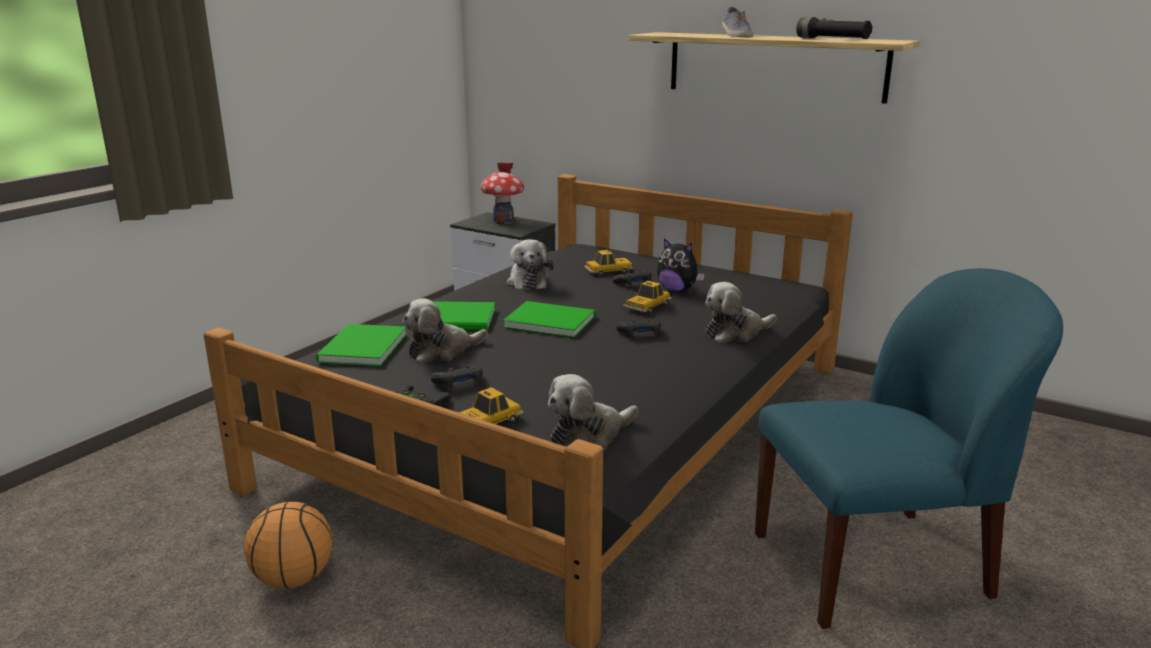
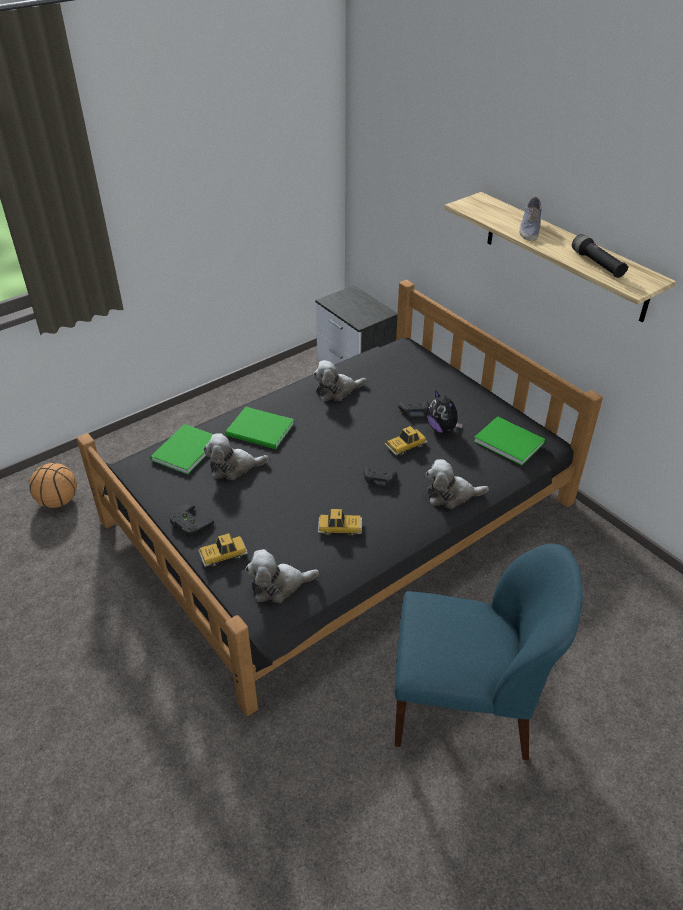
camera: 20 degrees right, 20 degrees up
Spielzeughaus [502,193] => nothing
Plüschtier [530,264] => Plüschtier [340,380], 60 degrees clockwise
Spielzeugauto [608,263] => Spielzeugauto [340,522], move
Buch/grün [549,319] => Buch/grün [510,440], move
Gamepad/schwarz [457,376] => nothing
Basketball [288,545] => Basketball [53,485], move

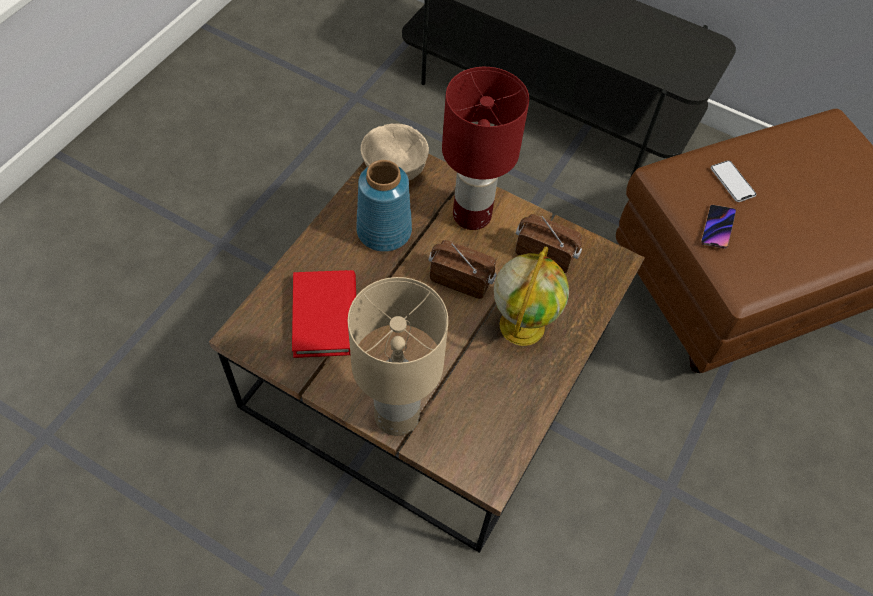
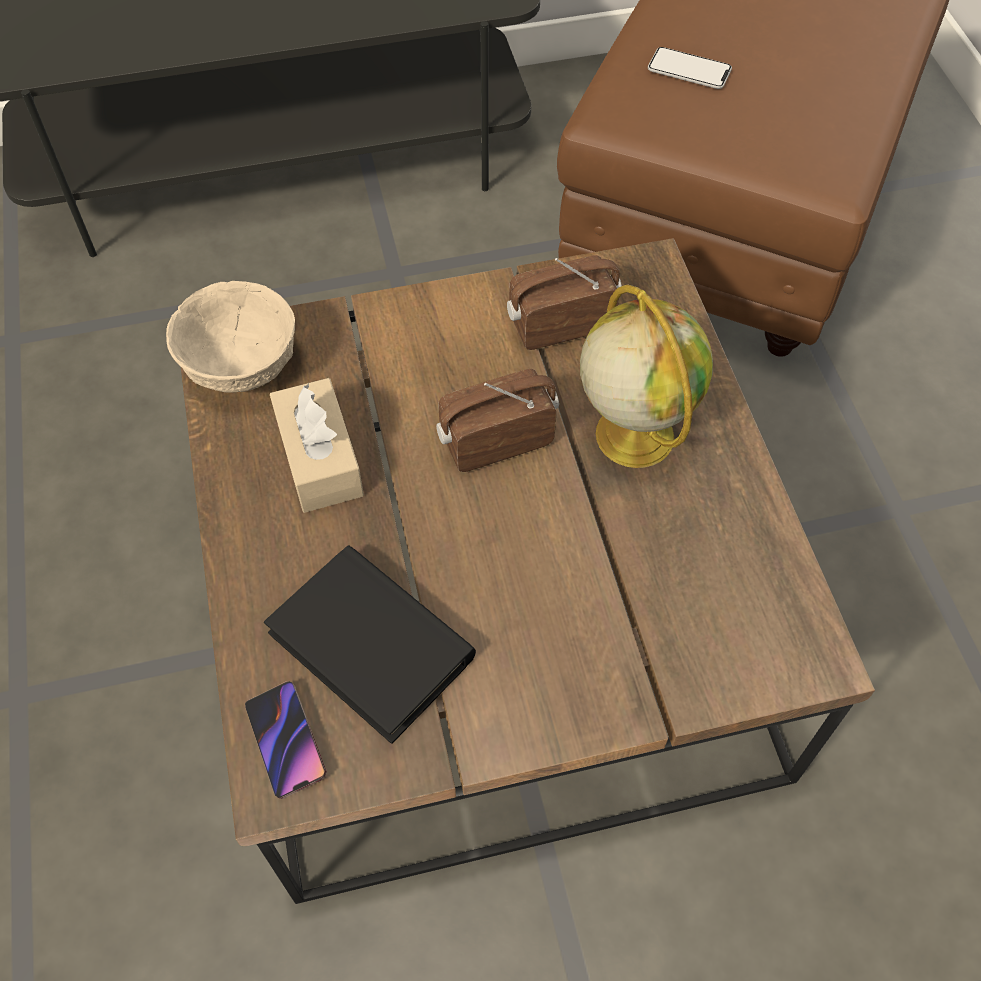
camera: 40 degrees left, 0 degrees up
Tischlampe/rot [485,148] => nothing
Vase/blau [384,206] => Taschentuchbox/beige [317,445]
Handy [718,227] => Handy [286,740], move
Buch/rot [324,314] => Buch/schwarz [370,644]
Tischlampe/beige [398,356] => nothing

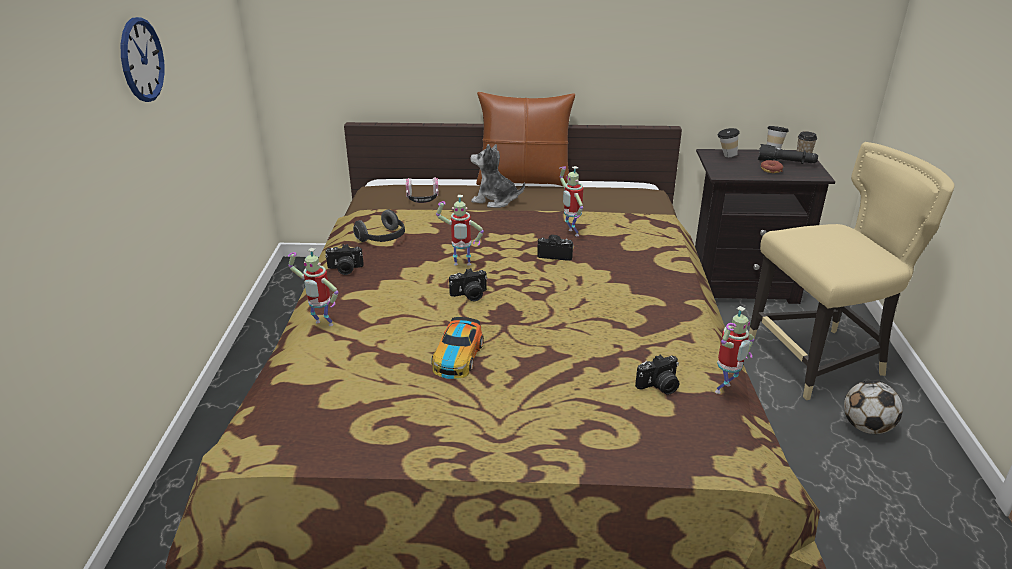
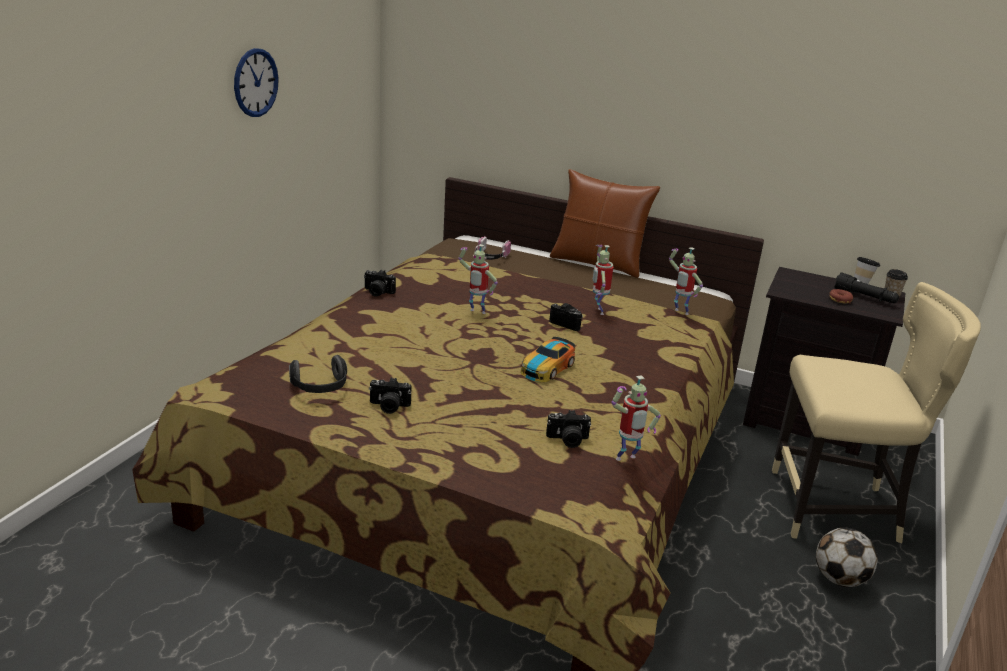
camera: 20 degrees right, 5 degrees down
Tasse [729,142] => nothing
Plüschtier [497,176] => nothing
Kopfhörer [379,225] => Kopfhörer [318,374], move
Spielzeugroboter [313,287] => Spielzeugroboter [686,281], move
Kamera [468,284] => Kamera [390,396], move
Spielzeugauto [457,348] => Spielzeugauto [548,359], move

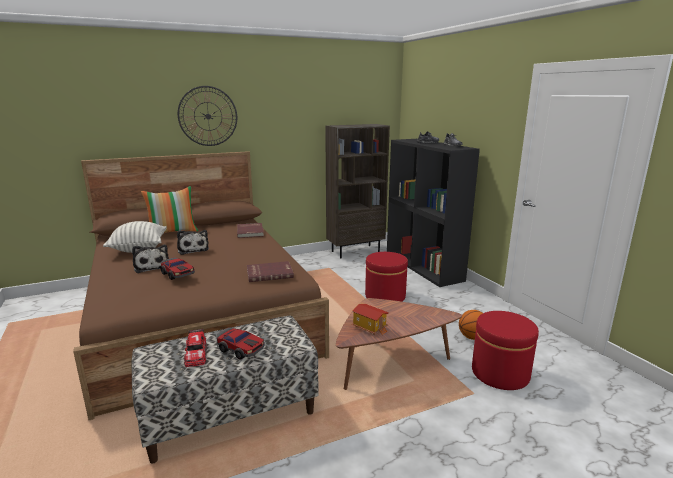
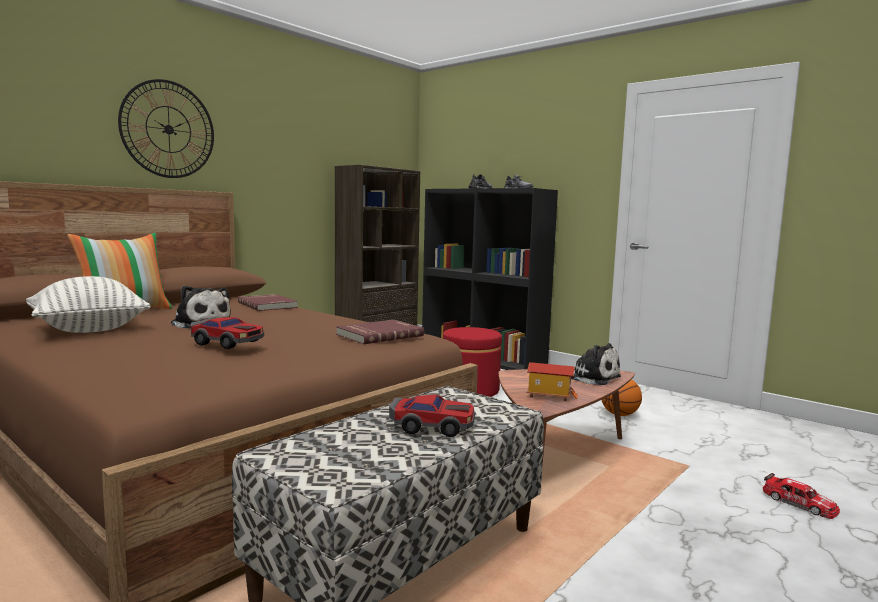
camera: 25 degrees left, 10 degrees down
Plüschtier [150,259] => Plüschtier [596,364], move
Polsterhocker/rot [505,350] => nothing
Spielzeugauto [195,348] => Spielzeugauto [801,496], move

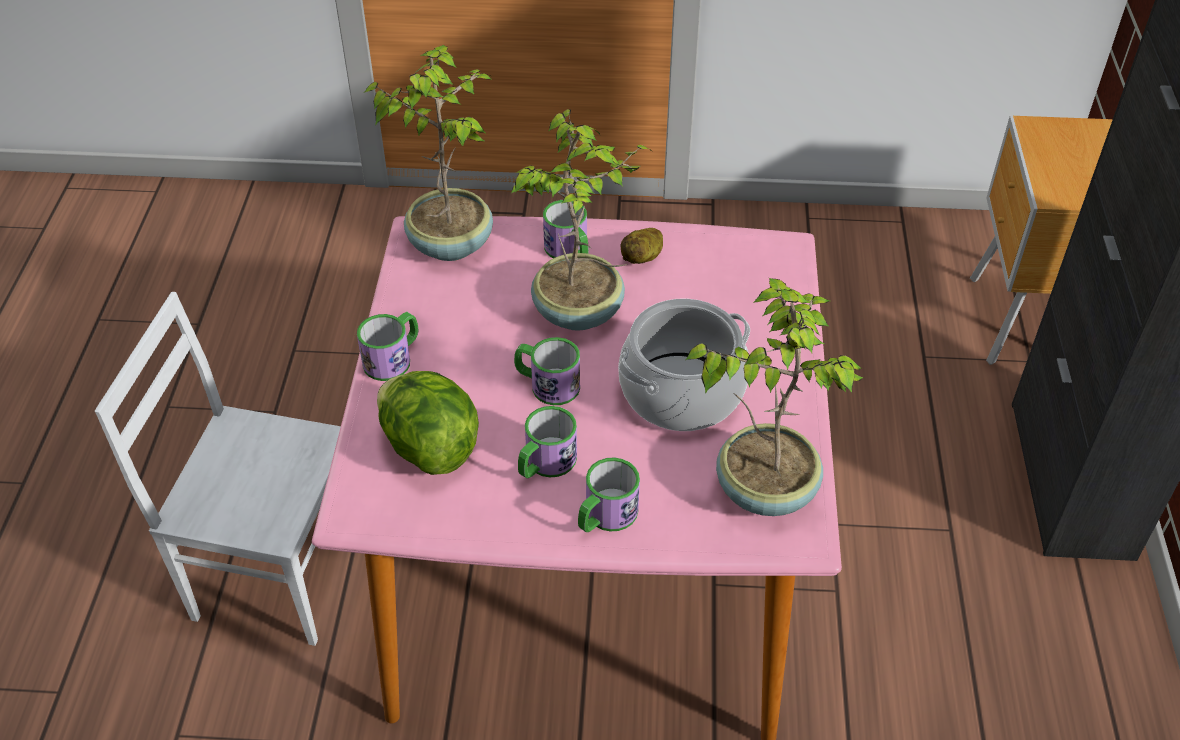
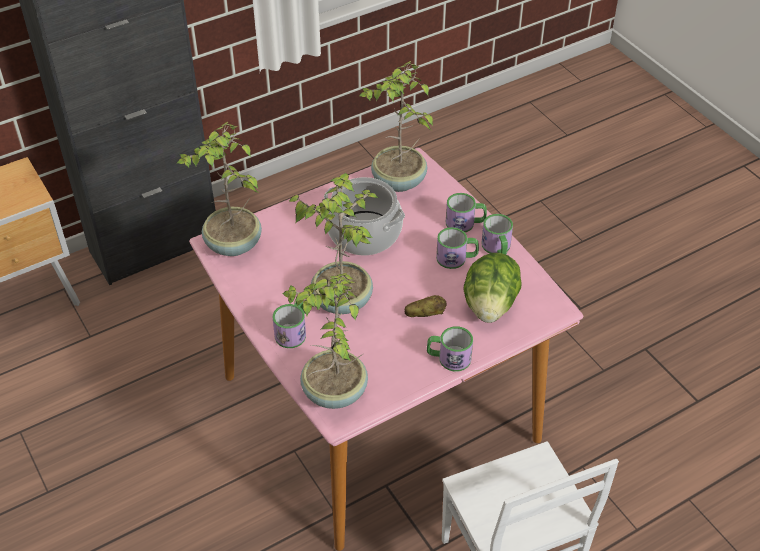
camera: 125 degrees left, 0 degrees up
Kartoffel [641,246] => Kartoffel [426,306], move
Henkelbecher [547,371] => Henkelbecher [497,234], move
nothing => Topfpflanze [219,189]

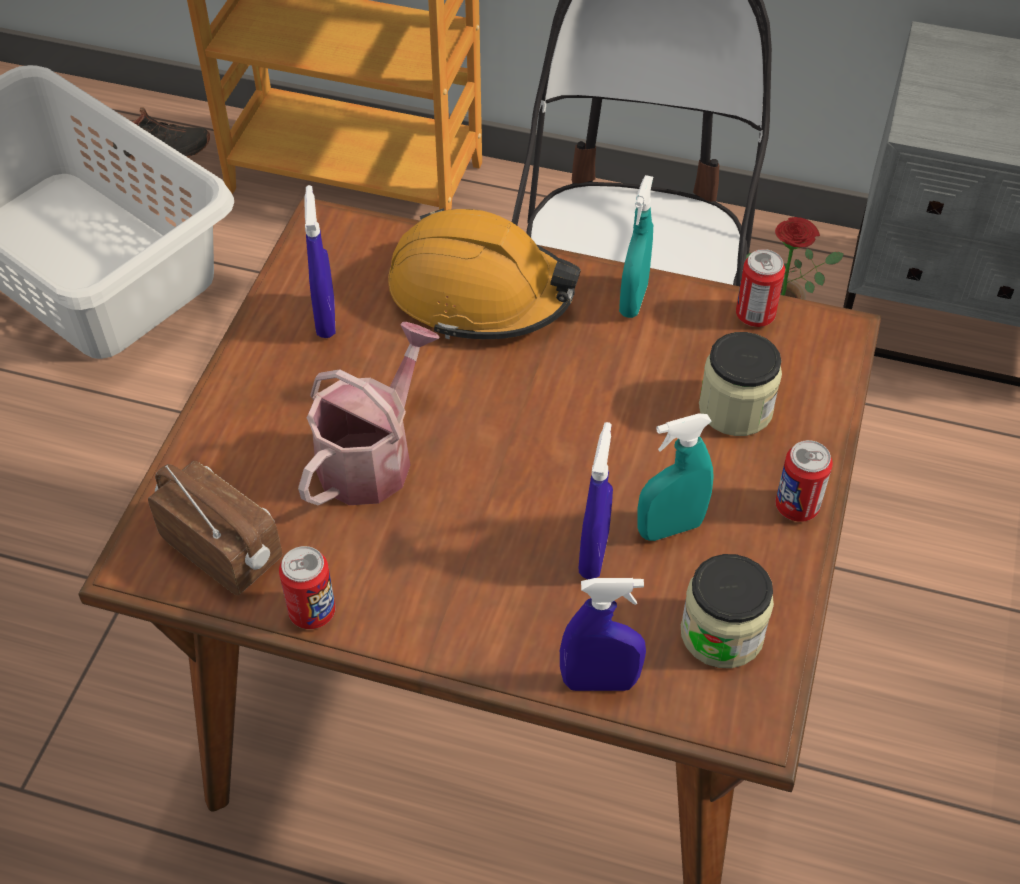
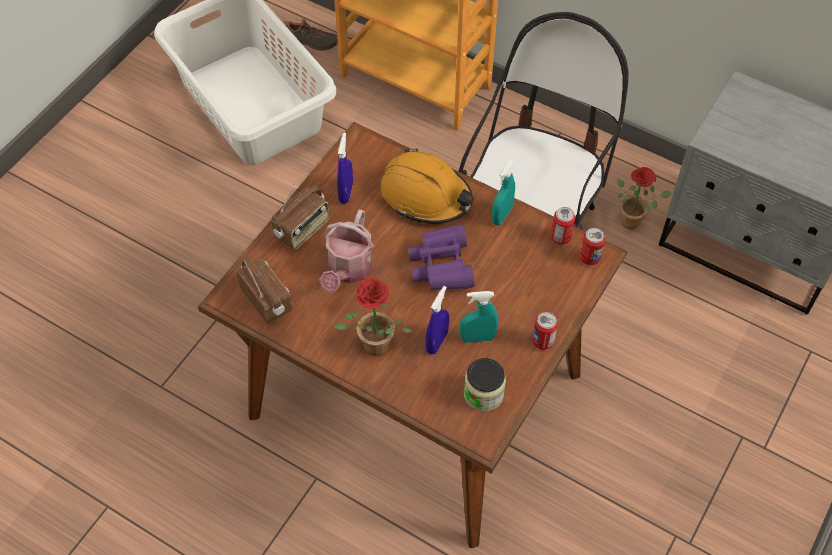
camera: 15 degrees right, 5 degrees up
Gießkanne [369,413] => Gießkanne [346,251], 150 degrees clockwise
Vorratsglas [740,384] => nothing
Dose [307,587] => Dose [592,246], move
Sprühflasche/blau [603,634] => nothing
nothing => Radio [300,214]
nothing => Fernglas/lila [441,257]
nothing => Topfpflanze [373,317]

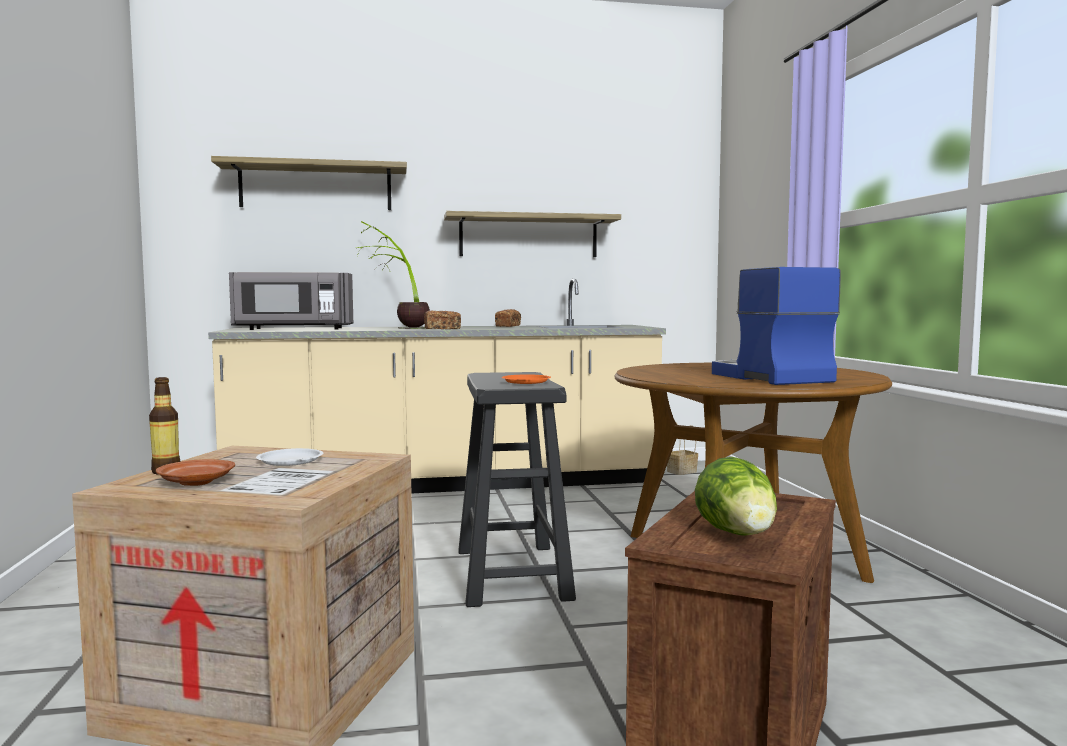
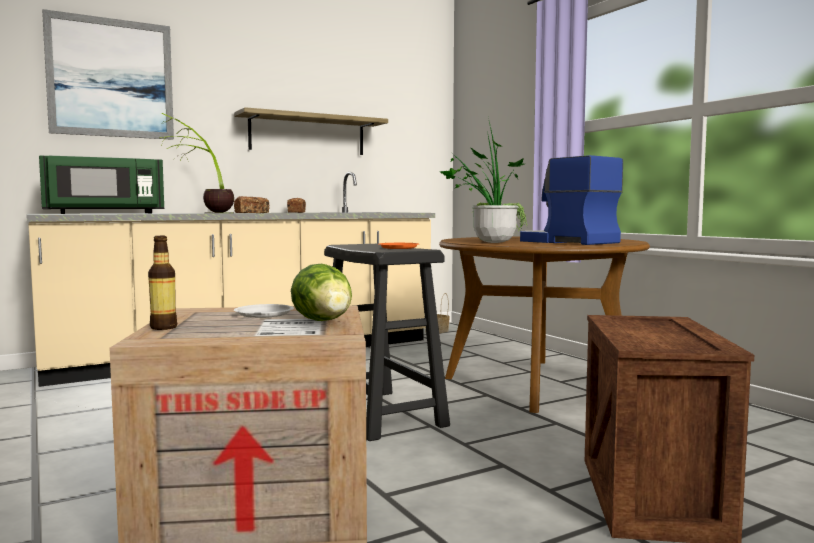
camera: 20 degrees left, 0 degrees up
Wandregal [309,183] => Bild [108,74]
Mikrowelle/grau [291,301] => Mikrowelle/grün [101,185]
Salatkopf [736,496] => Salatkopf [321,292], move
Teller/braun [195,472] => nothing
nothing => Topfpflanze [483,180]

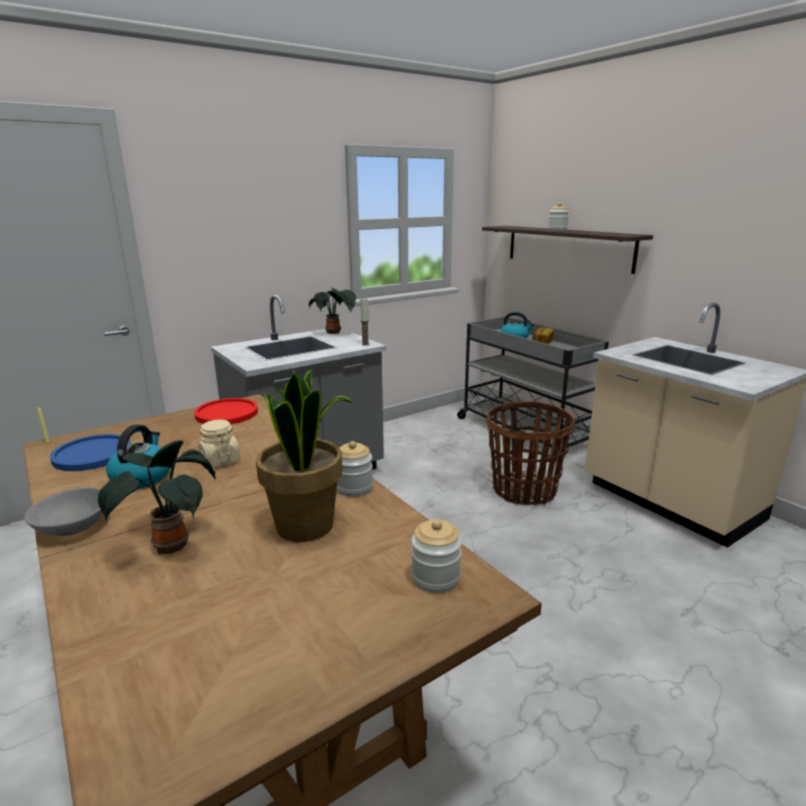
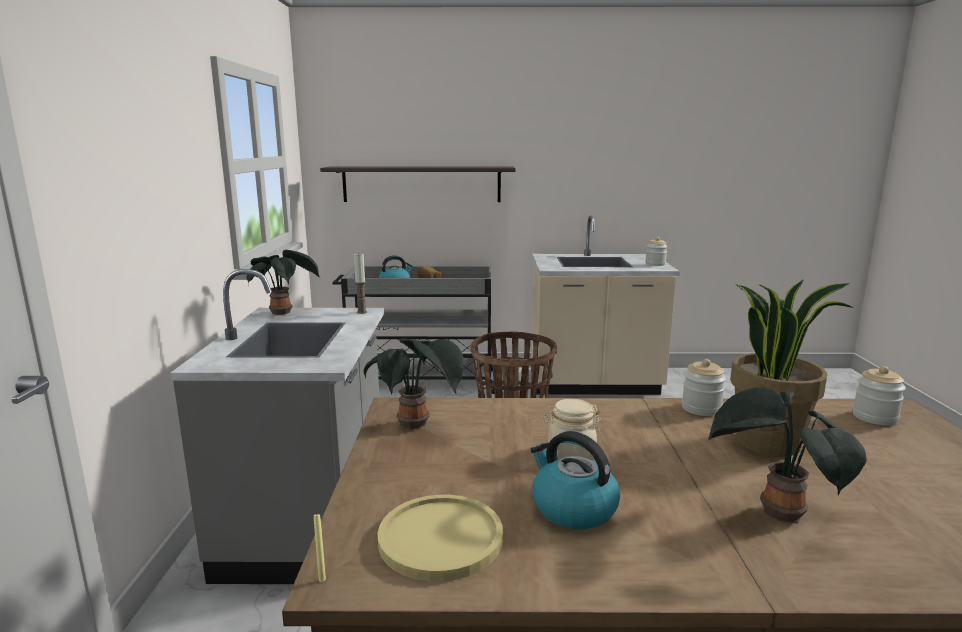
camera: 55 degrees left, 5 degrees down
Vorratsglas [558,216] => Vorratsglas [656,251], move
Teller/rot [226,411] => Topfpflanze [413,383]
Teller/blau [90,452] => Teller/gelb [440,538]
Schüssel/grau [64,511] => nothing

